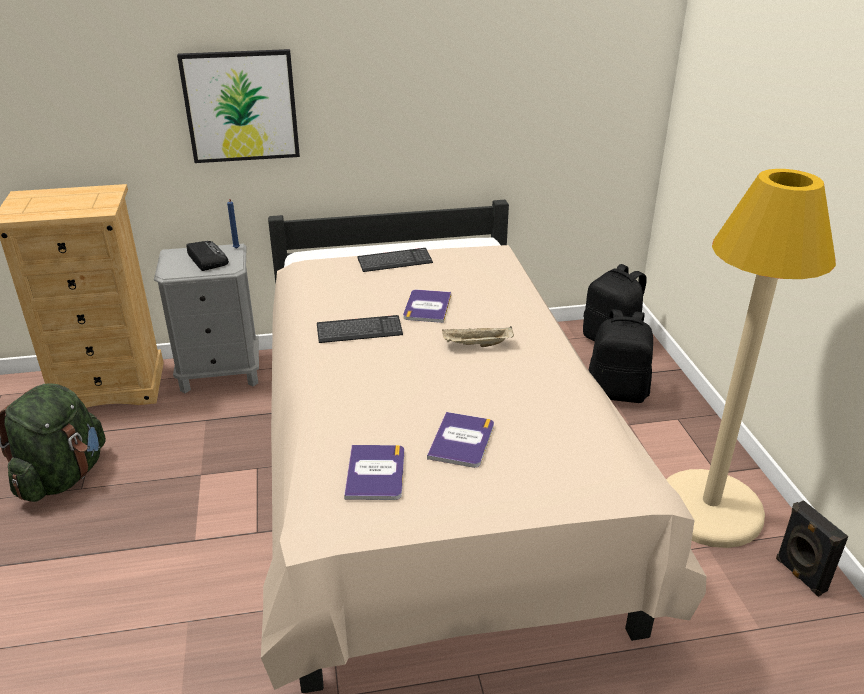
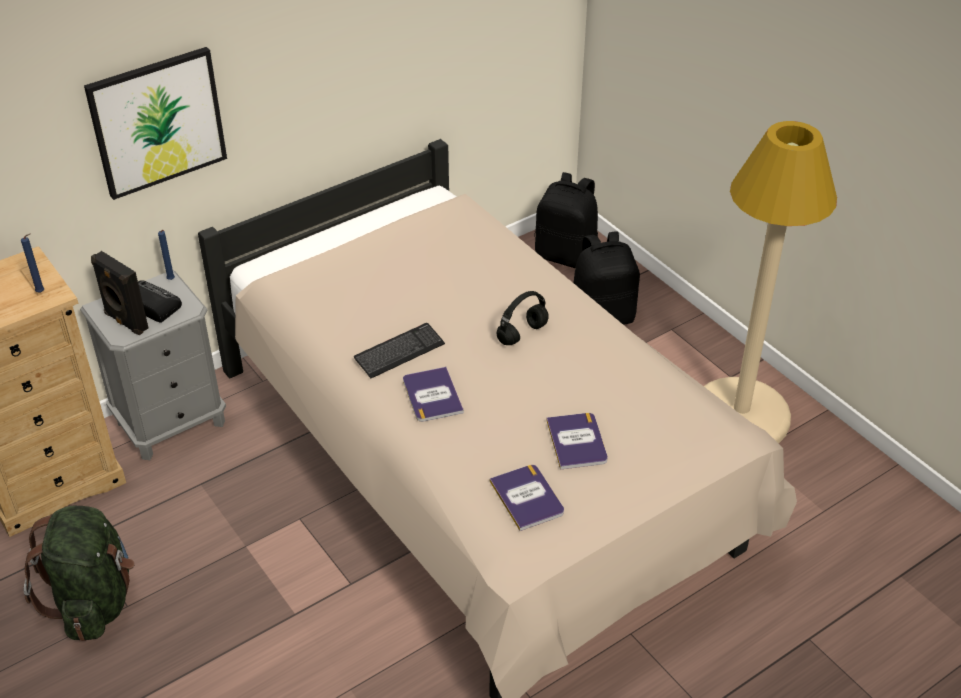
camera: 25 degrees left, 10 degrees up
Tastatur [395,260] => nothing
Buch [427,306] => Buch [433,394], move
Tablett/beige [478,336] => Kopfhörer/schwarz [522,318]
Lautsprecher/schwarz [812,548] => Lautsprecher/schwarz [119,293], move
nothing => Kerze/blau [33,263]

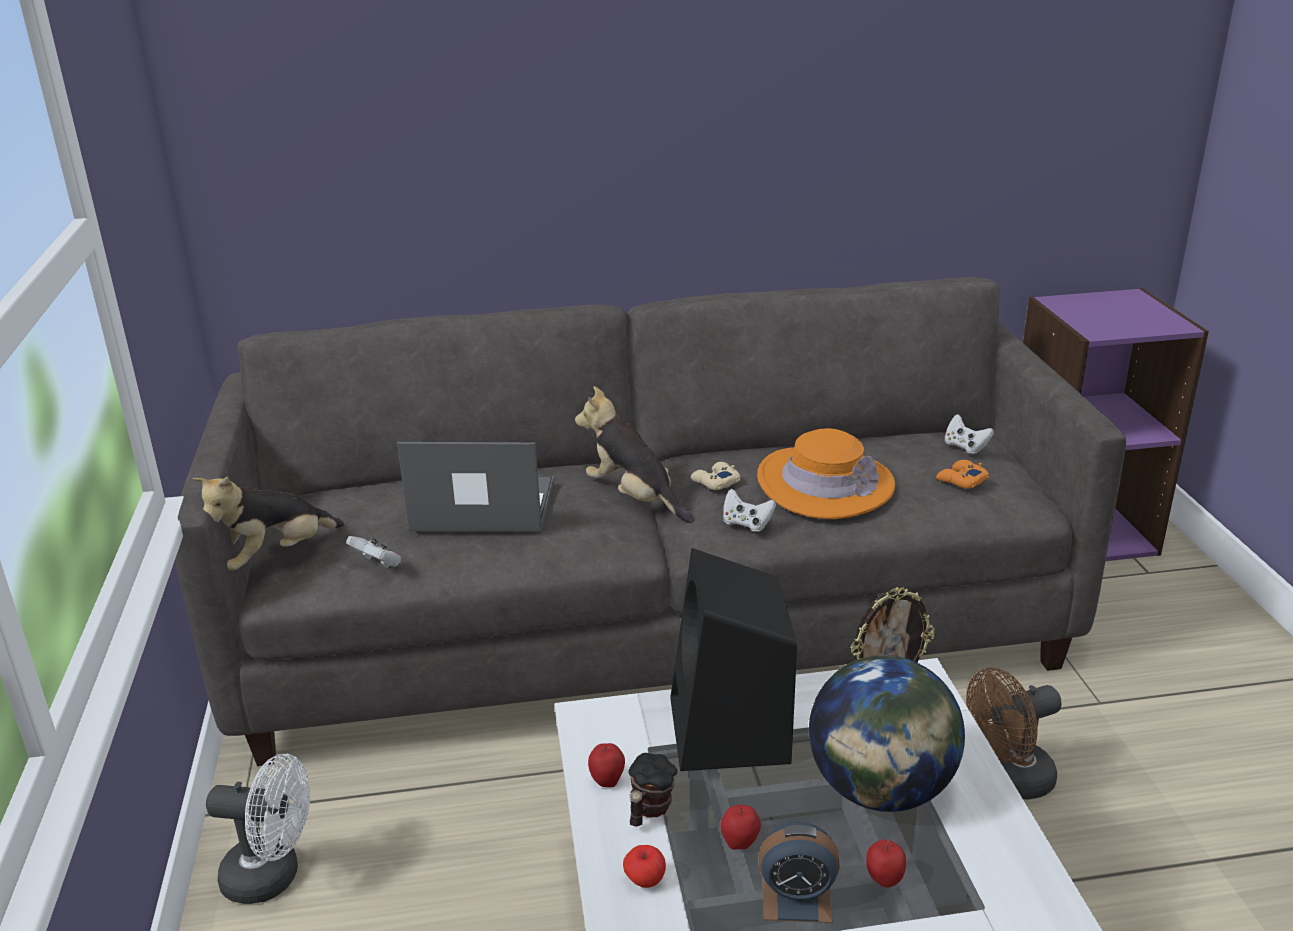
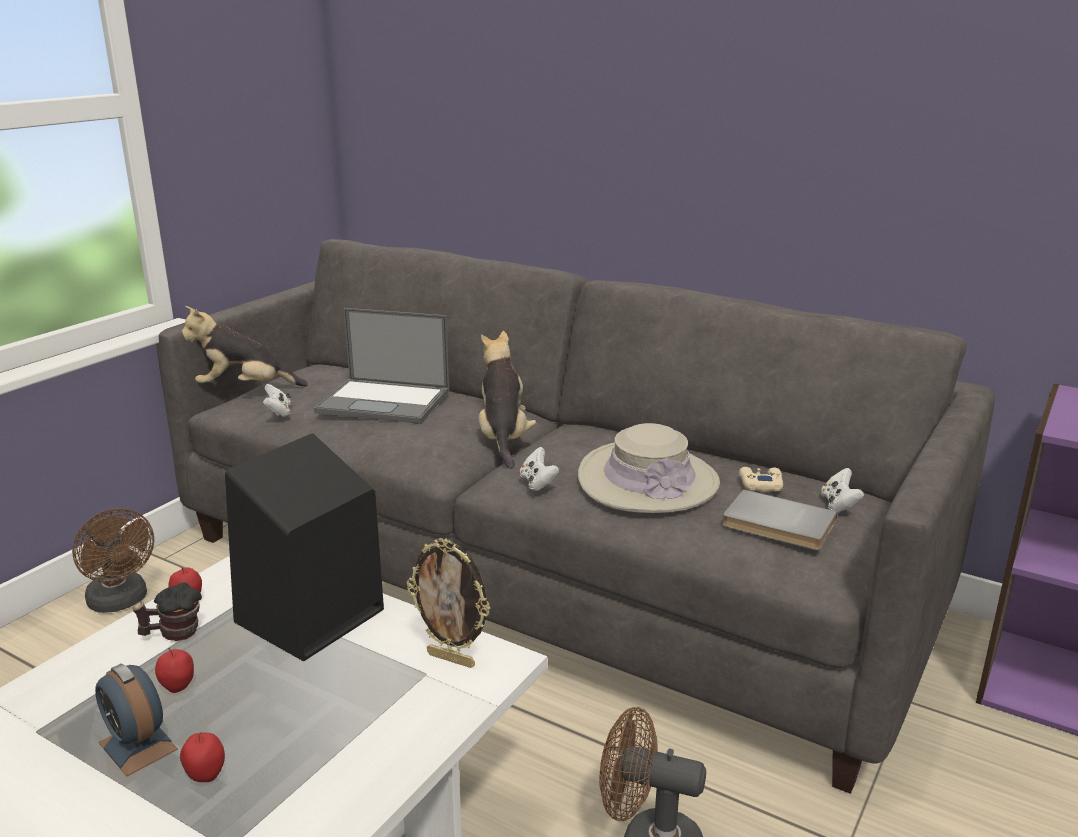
camera: 40 degrees right, 5 degrees down
Hut/orange [826,473] => Hut/beige [649,468]
Laptop [475,487] => Laptop [382,366], 150 degrees clockwise
Gamepad/orange [962,474] => Buch/grau [780,519]
Gamepad/beige [716,476] => Gamepad/beige [761,479], move
Globus [887,733] => nothing
Ventilator/weiß [258,829] => Ventilator/braun [113,560]
Apfel [644,866] => nothing

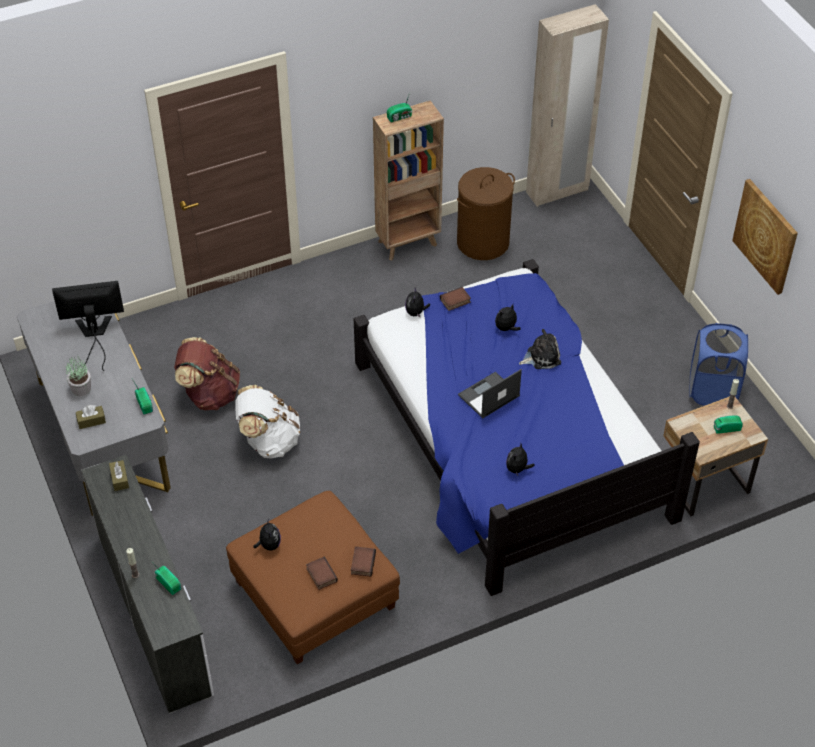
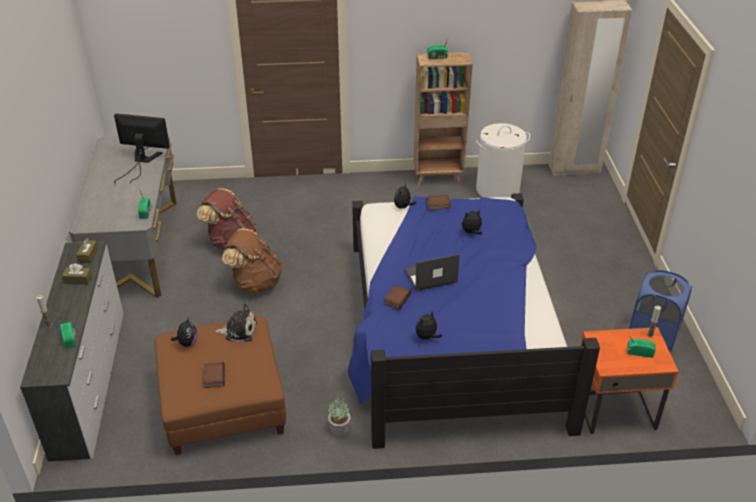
camera: 20 degrees right, 10 degrees down
Wäschekorb/braun [486,213] => Wäschekorb/weiß [503,160]
Bild [765,237] => nothing
Plüschtier [540,349] => Plüschtier [235,323], move
Topfpflanze [78,376] => Topfpflanze [339,417], move
Rucksack/weiß [267,421] => Rucksack/braun [252,261]
Nachttisch/beige [715,456] => Nachttisch/orange [630,380]
Taschentuchbox/braun [91,417] => Taschentuchbox/braun [77,274], move
Buch [363,562] => Buch [397,297], move

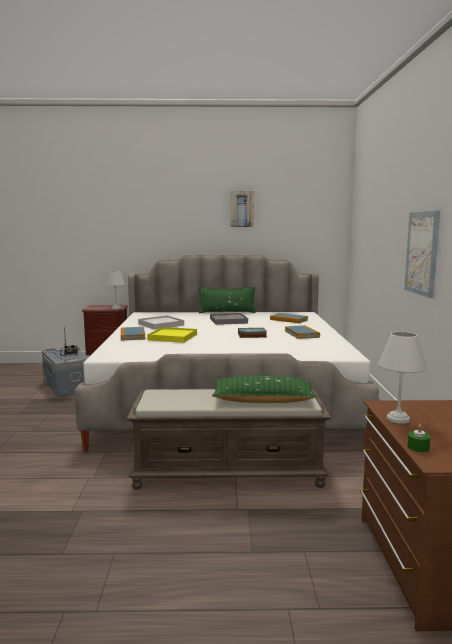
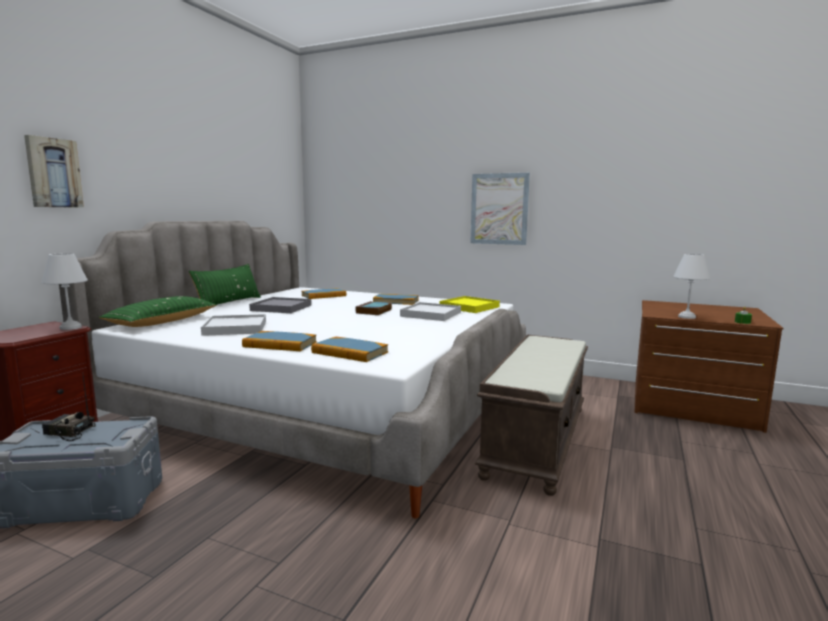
camera: 65 degrees left, 0 degrees up
Bild [242,209] => Bild [54,171], move
Tablett/gelb [172,335] => Tablett/gelb [470,304], move
Kissen/grün [264,389] => Kissen/grün [158,311], move
nothing => Tablett/weiß [430,311]
nothing => Buch [349,349]

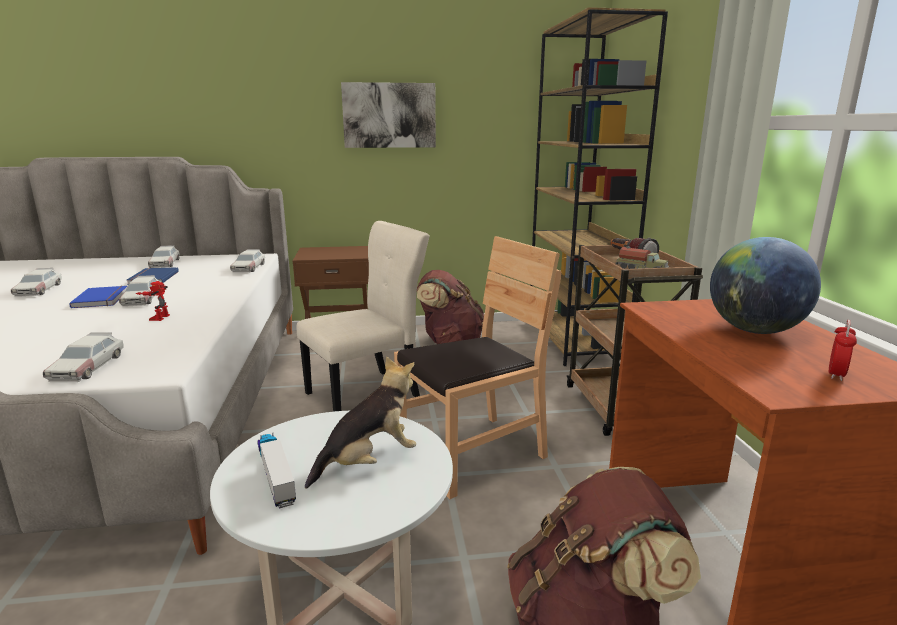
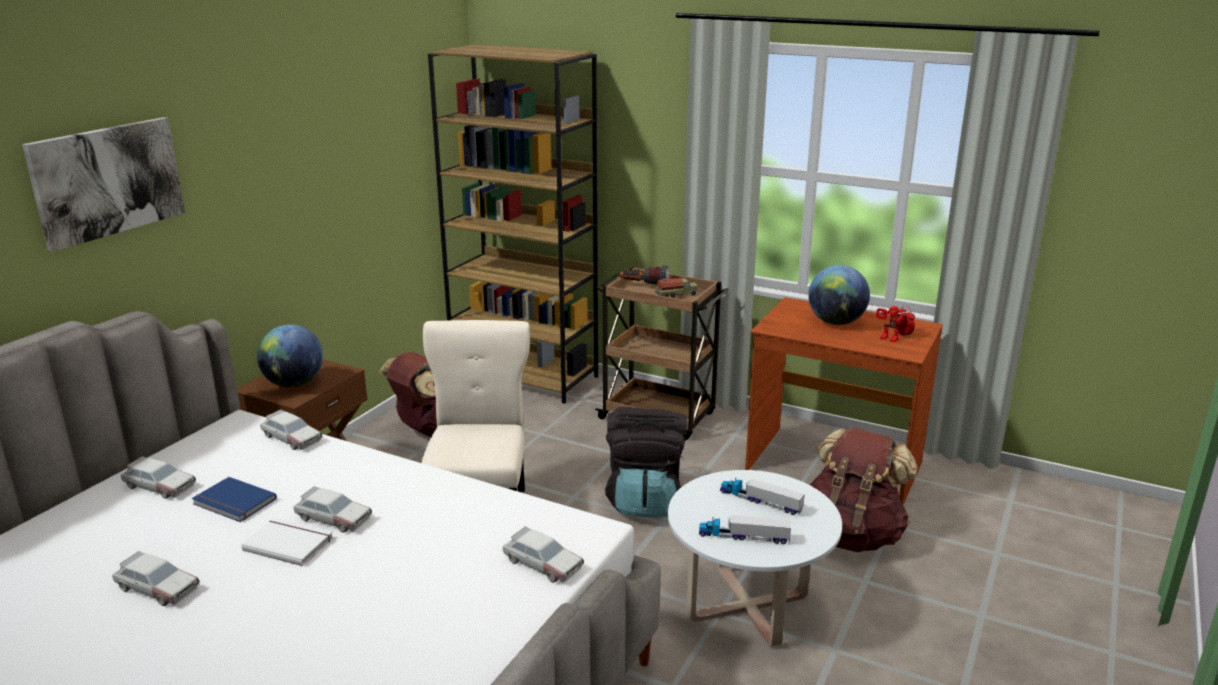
camera: 55 degrees left, 5 degrees up
Bild [388,115] => Bild [103,184], move
Stuhl/braun [477,367] => Rucksack/schwarz [646,462]
Spielzeugroboter [152,301] => Spielzeugroboter [891,324], move
Buch/blau [98,297] => Buch/weiß [287,542]
Plüschtier [360,422] => Spielzeuglaster [762,496]
nothing => Globus [290,356]

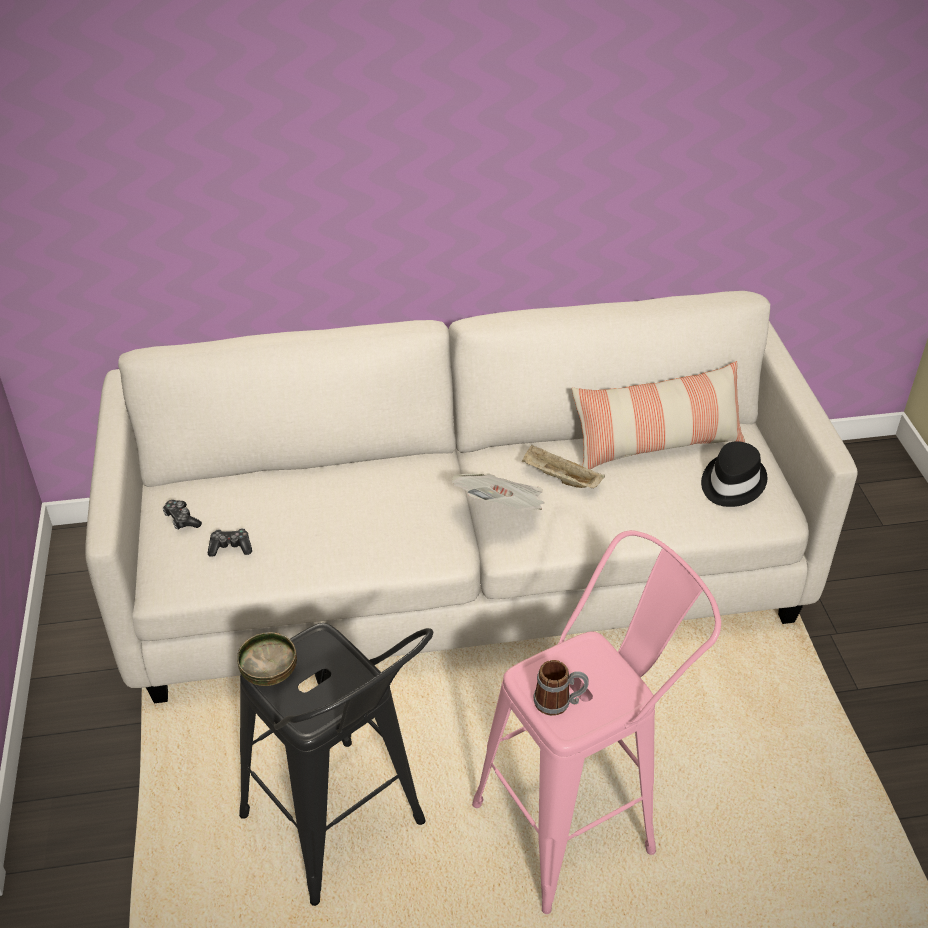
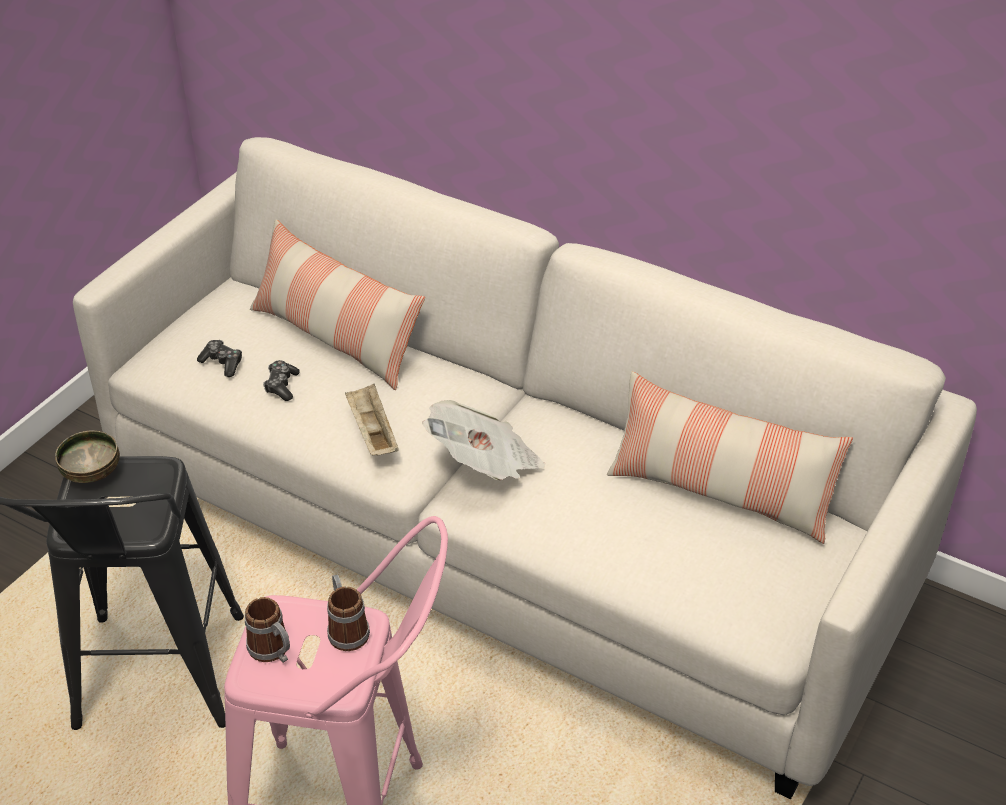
camera: 40 degrees right, 0 degrees up
Hut/schwarz [734,474] => nothing
Tablett/beige [563,466] => Tablett/beige [372,420], move
Gamepad [182,515] => Gamepad [281,380], move
nothing => Kissen [337,304]
nothing => Henkelbecher [348,612]

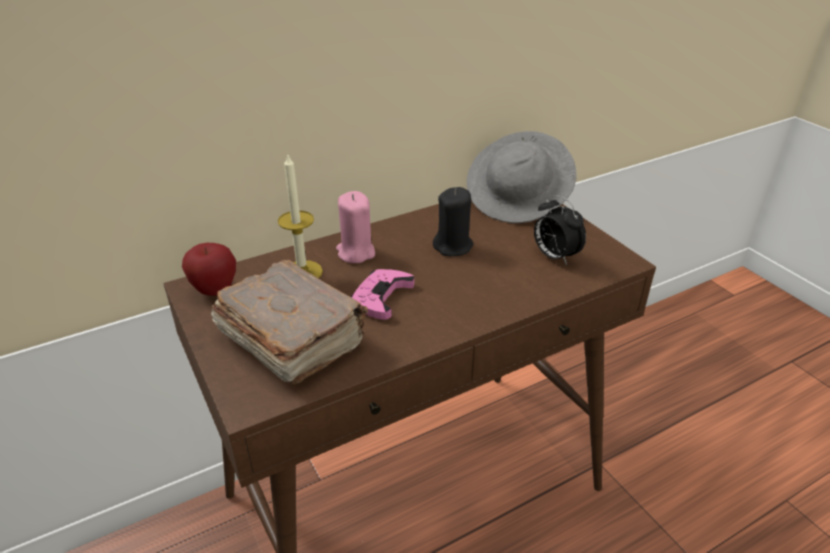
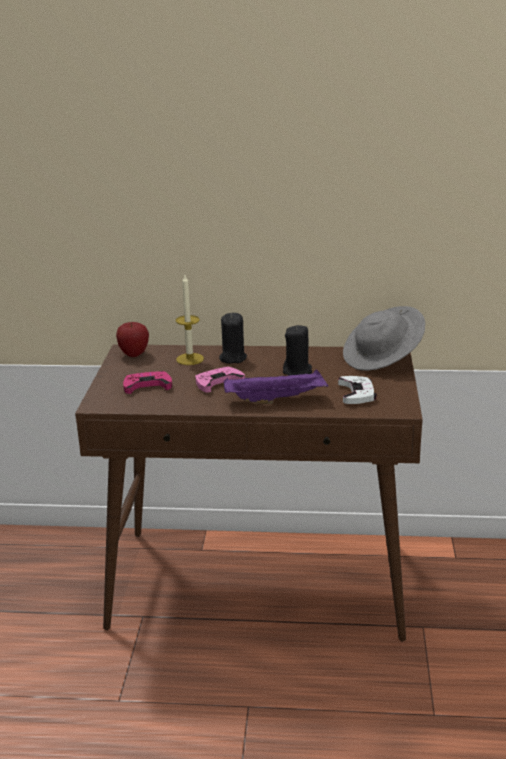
camera: 35 degrees right, 10 degrees down
Kerze/rosa [355,227] => Kerze/schwarz [233,338]
Wecker [560,230] => Gamepad/weiß [357,390]
Buch/braun [289,322] => Gamepad/rosa [147,382]
nothing => Tablett/lila [276,386]

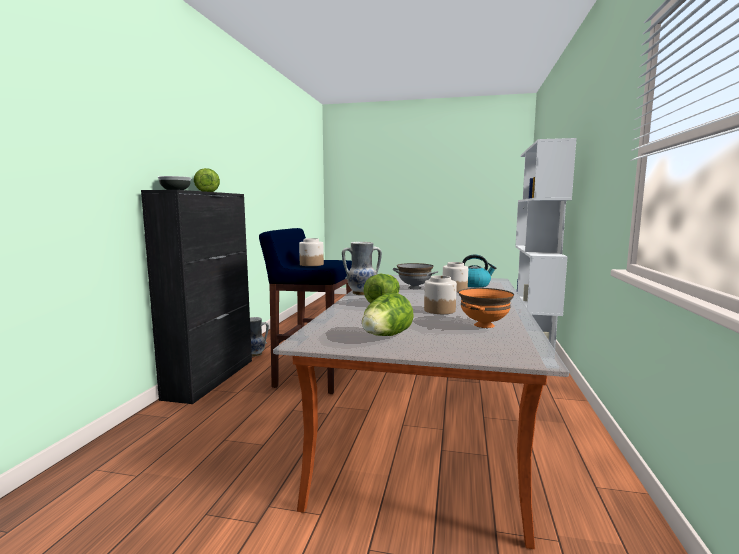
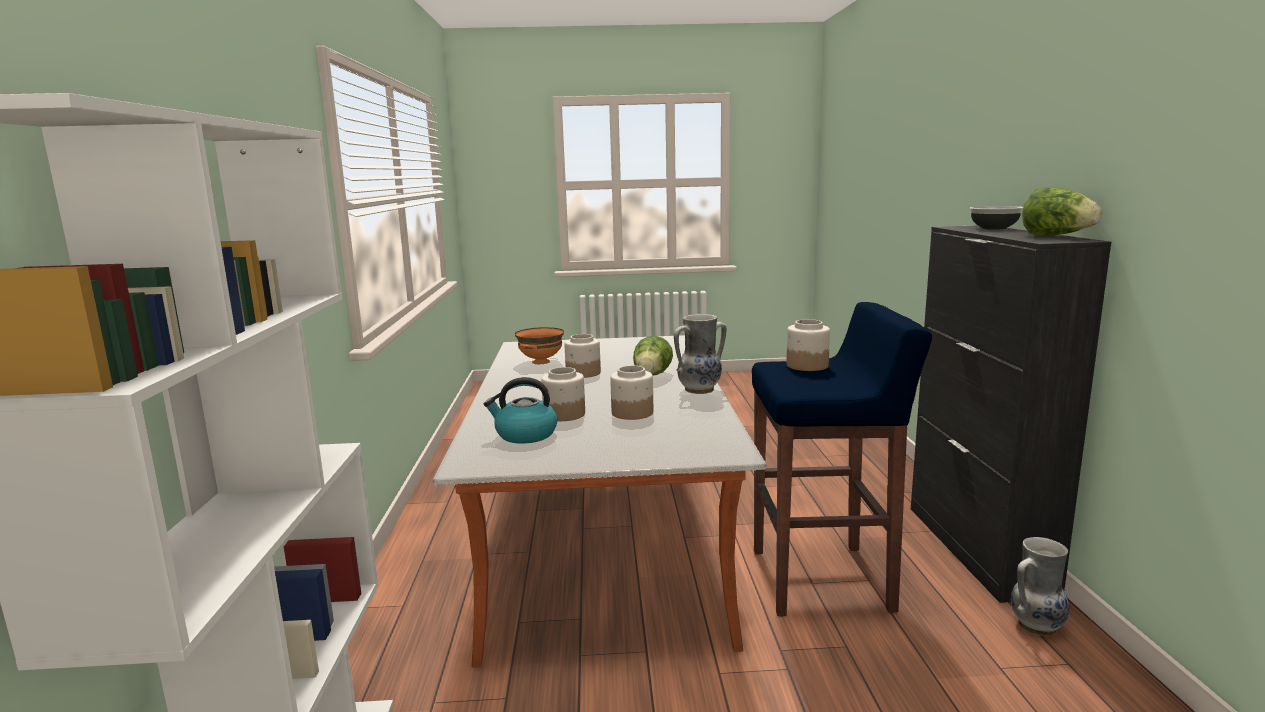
camera: 165 degrees right, 5 degrees up
Schüssel/grau [415,276] => Vorratsglas [631,393]
Salatkopf [388,314] => nothing

